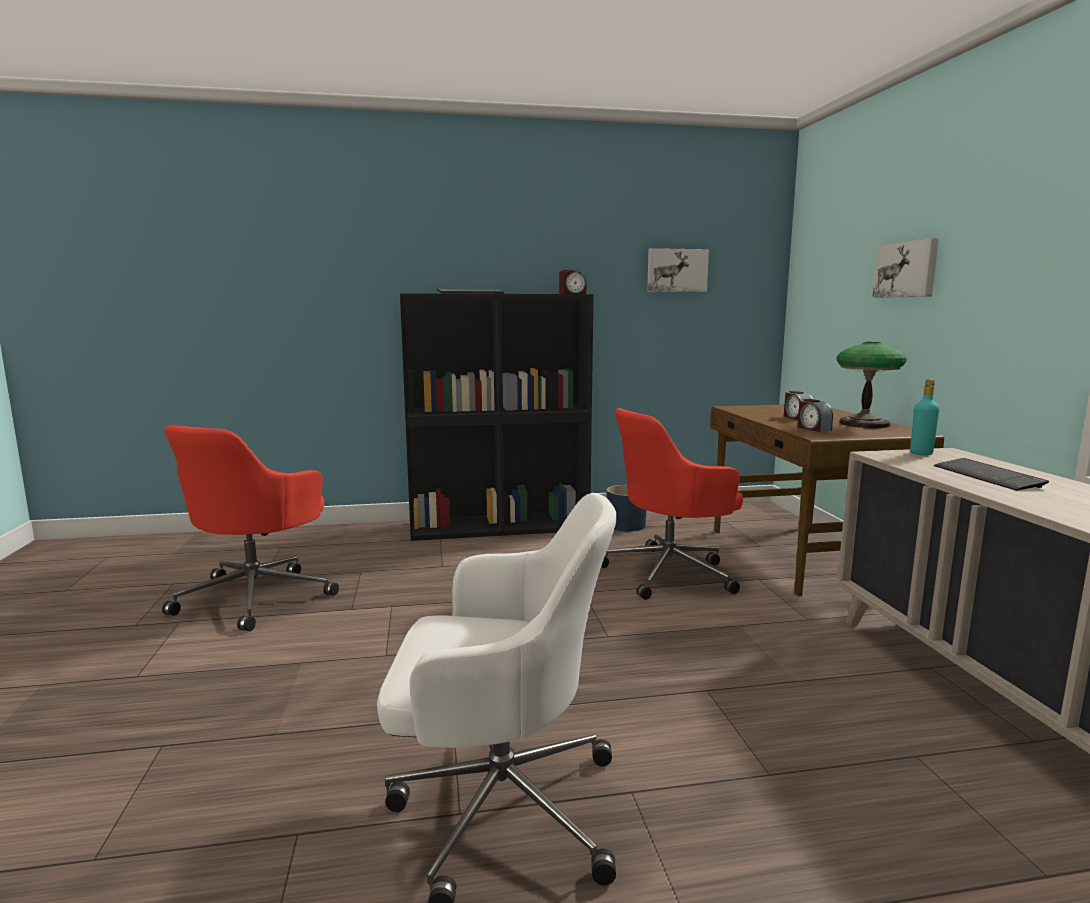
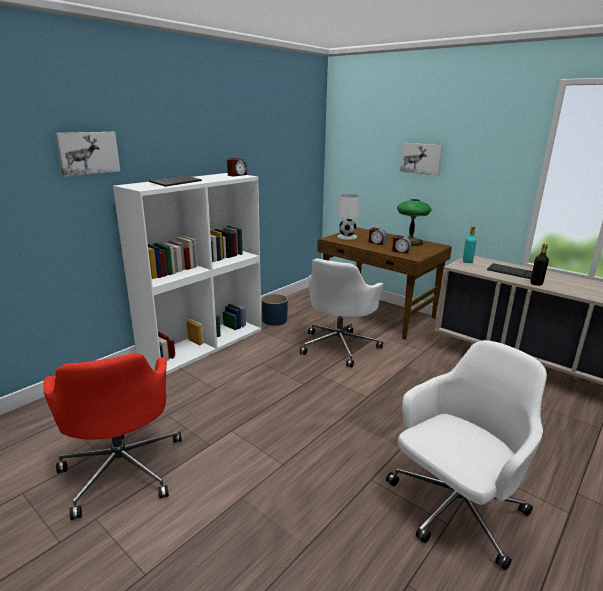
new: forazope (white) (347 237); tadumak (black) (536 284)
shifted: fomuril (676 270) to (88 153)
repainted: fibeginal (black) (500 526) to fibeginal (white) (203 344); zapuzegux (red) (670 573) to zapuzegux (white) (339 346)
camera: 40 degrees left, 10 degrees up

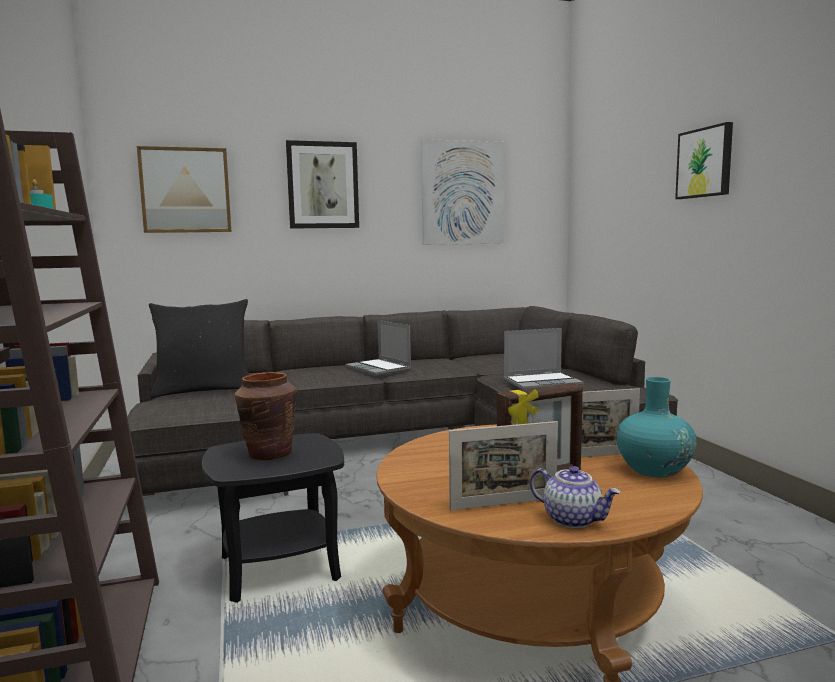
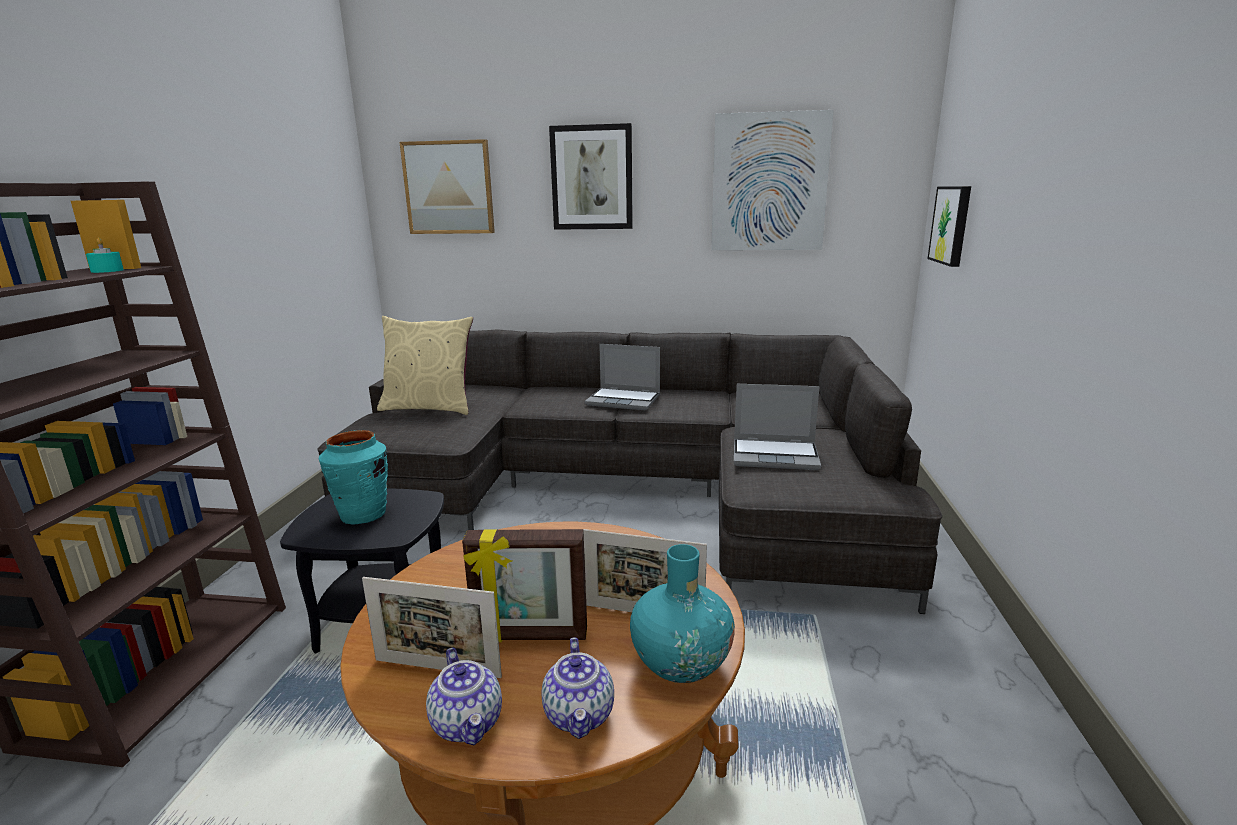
new: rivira (580 715)
shifted: fomuril (705 162) to (952 225)
repainted: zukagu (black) (204 390) to zukagu (beige) (429 408); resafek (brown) (269 454) to resafek (turquoise) (363 515)
rotated: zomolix (379 369) = (624 400) 60 degrees counterclockwise
camera: 25 degrees right, 10 degrees up

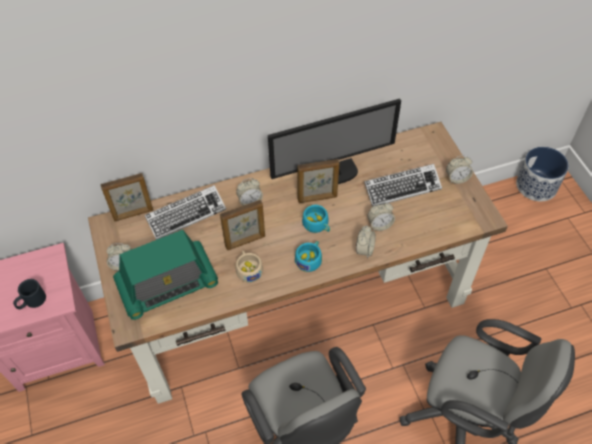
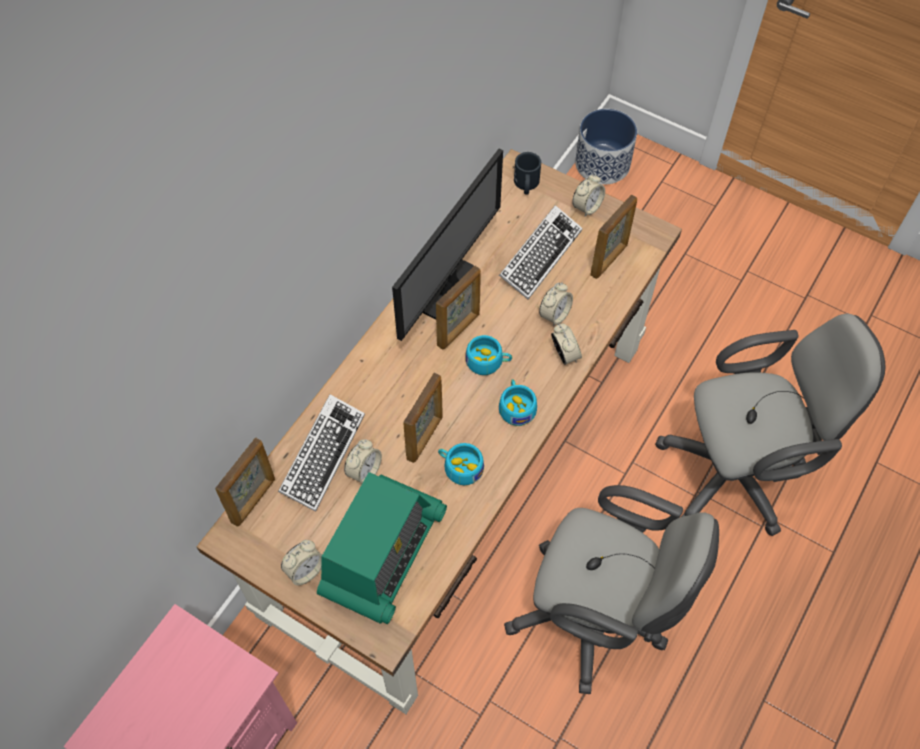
new: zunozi (609 260)
shifted: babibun (250 201) to (364 471); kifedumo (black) (31 302) to (526 185)
repainted: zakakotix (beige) (248 269) to zakakotix (turquoise) (459 467)
camera: 40 degrees left, 5 degrees up

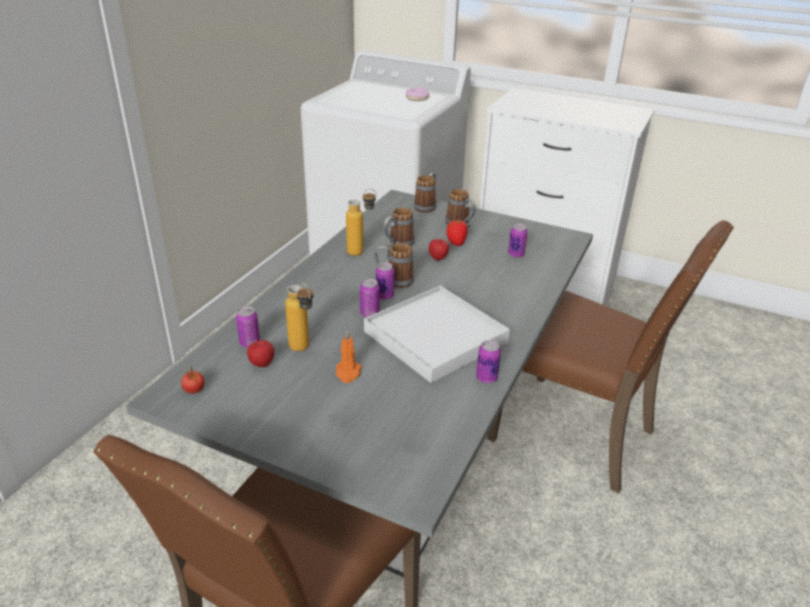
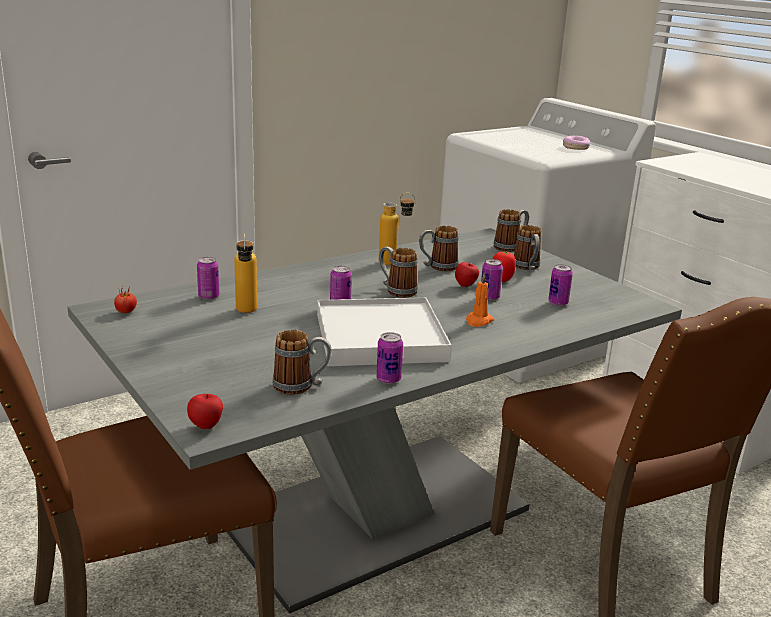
new: kifedumo (301 386)
shifted: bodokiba (384 296) to (489 297); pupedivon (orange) (348 373) to (478 321); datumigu (262 364) to (206 426)
camera: 30 degrees right, 10 degrees down

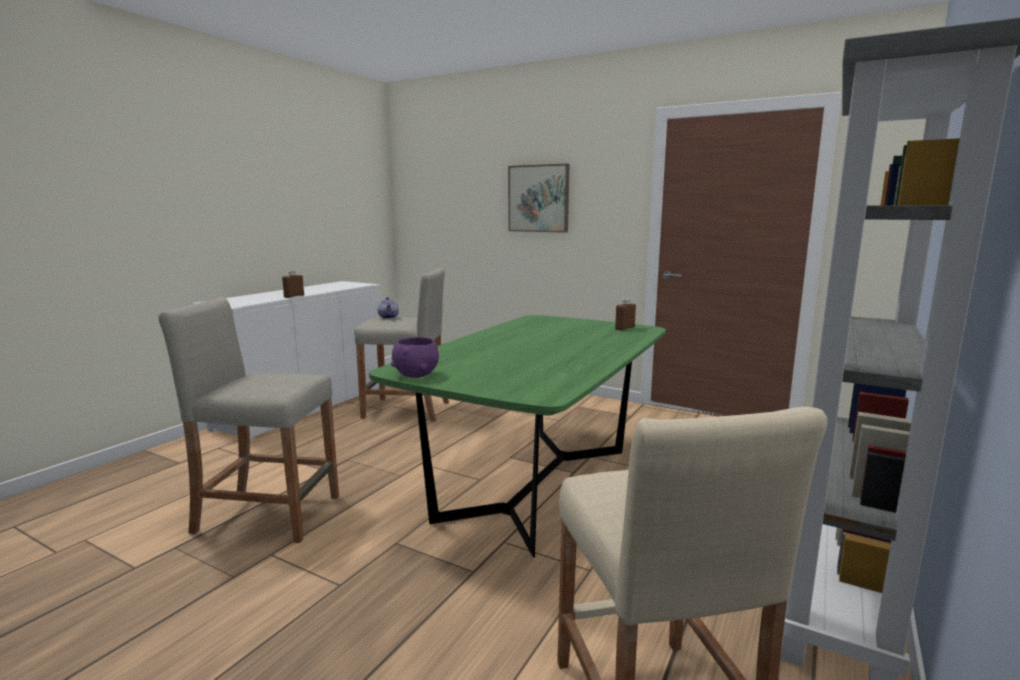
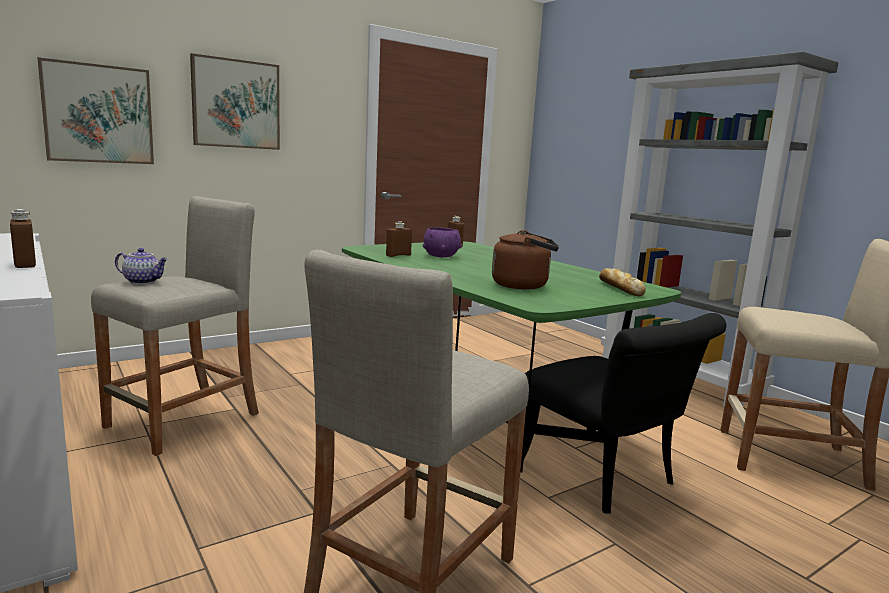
new: fomuril (98 114); tadumak (brown) (398 255); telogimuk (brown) (523 286); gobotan (619 288); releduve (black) (605 479)
shifted: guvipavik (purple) (415 375) to (441 256)
camera: 65 degrees left, 0 degrees up

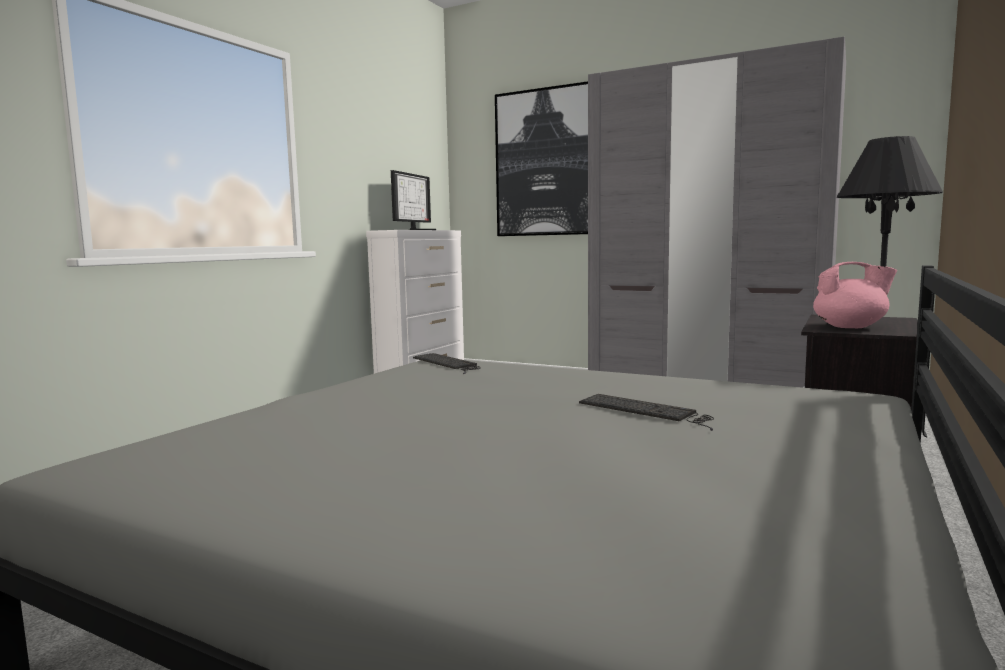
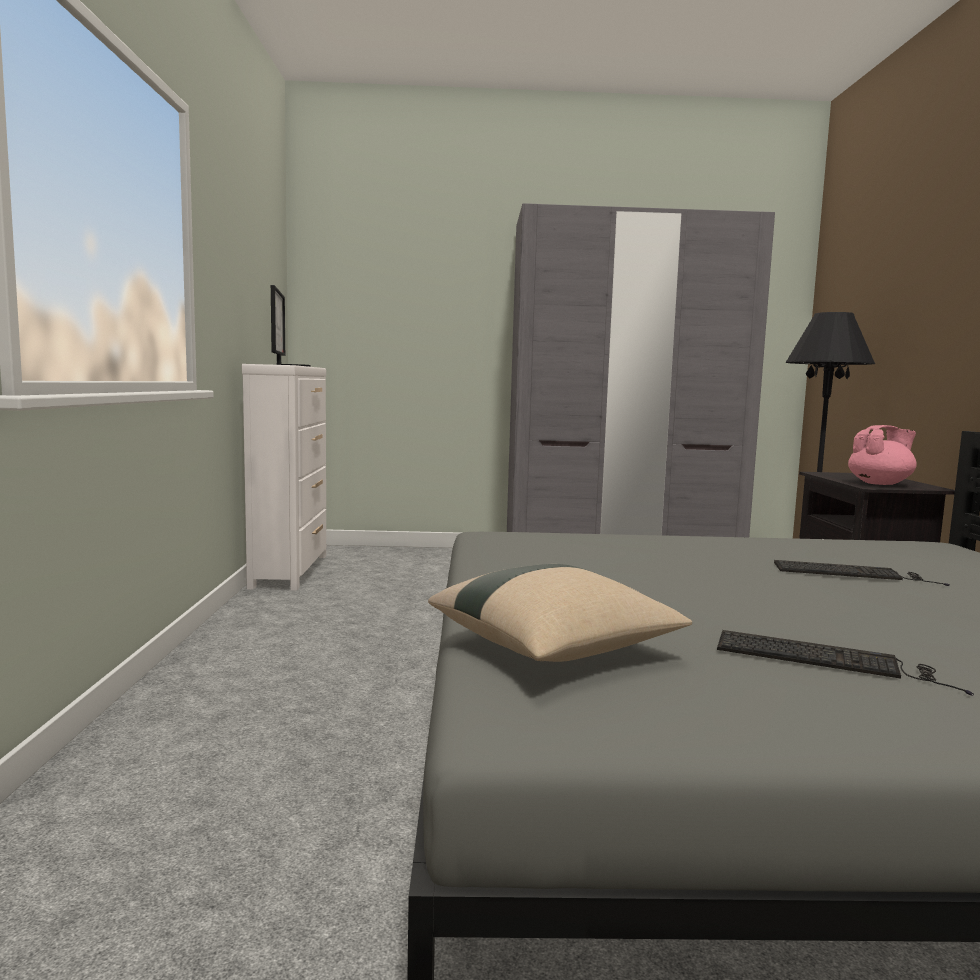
gone: fomuril (545 163)
new: zukagu (beige) (555 650)
shifted: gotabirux (448 363) to (828 660)
camera: 30 degrees left, 0 degrees up

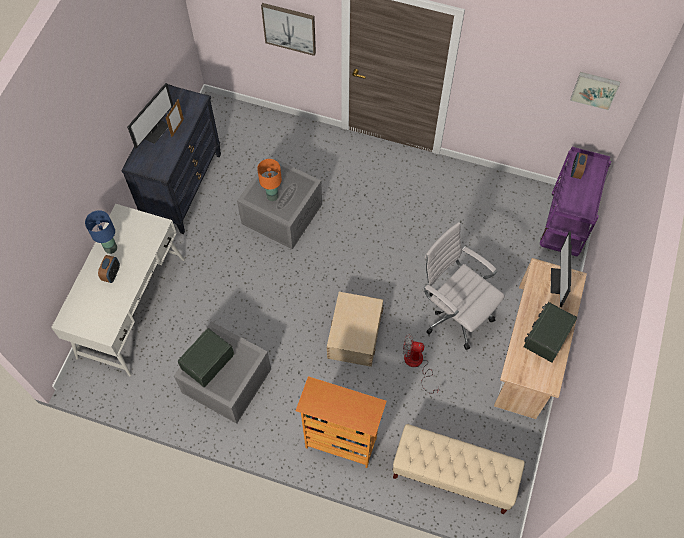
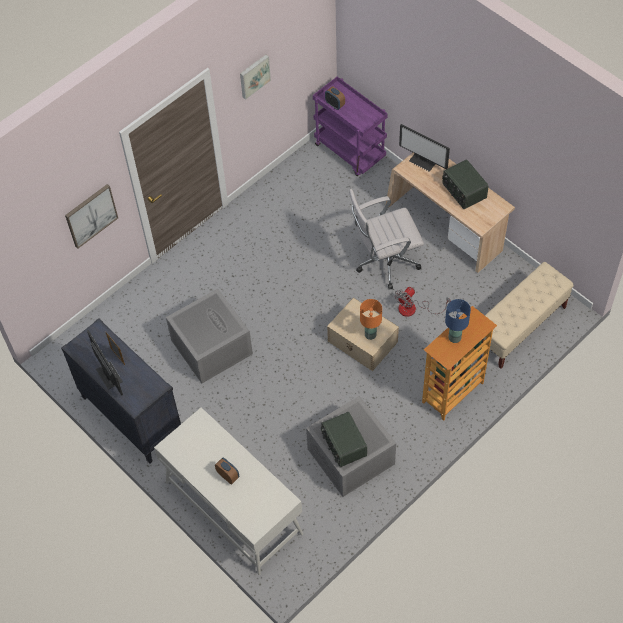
shifted: fomuril (595 89) to (254 76); forazope (orange) (272 196) to (370 335); forazope (blue) (110 248) to (454 338)
camera: 60 degrees left, 5 degrees down

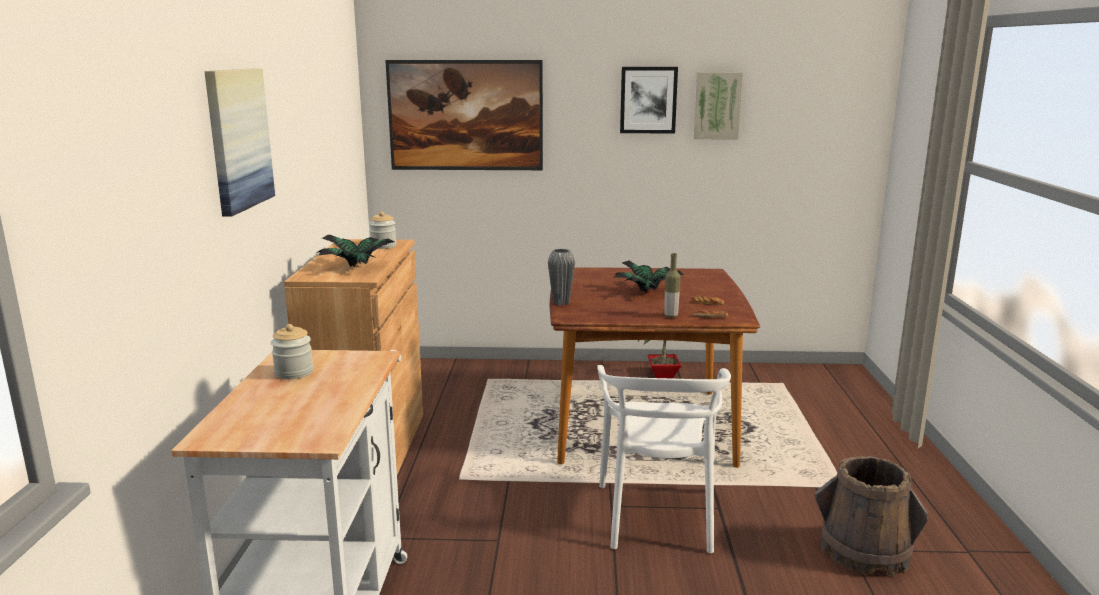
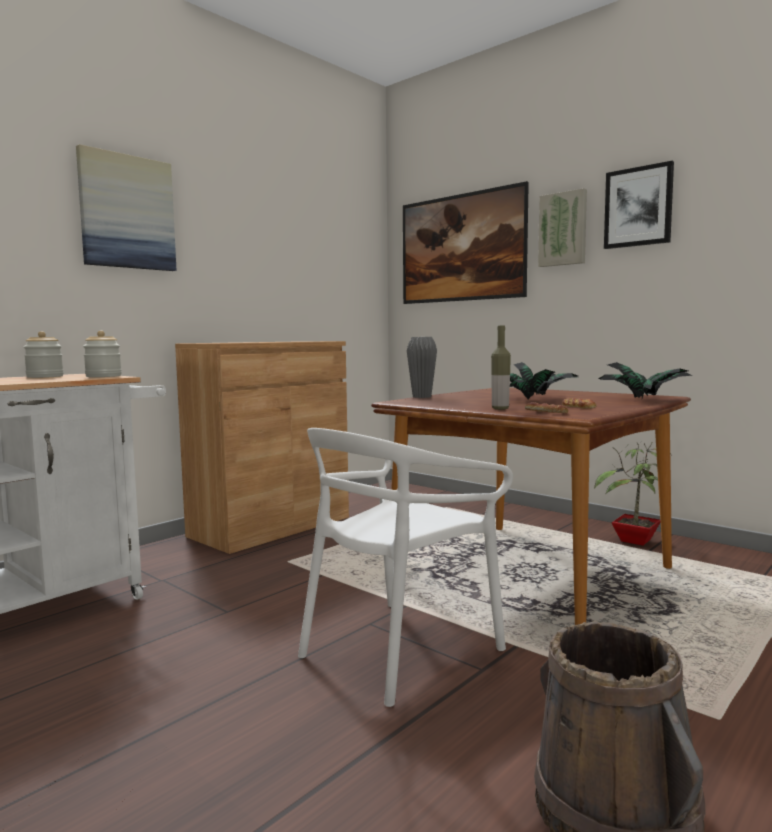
shifted: fomuril (717 105) to (563 229); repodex (383 246) to (103 376); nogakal (359 267) to (645 400)
camera: 40 degrees right, 10 degrees down

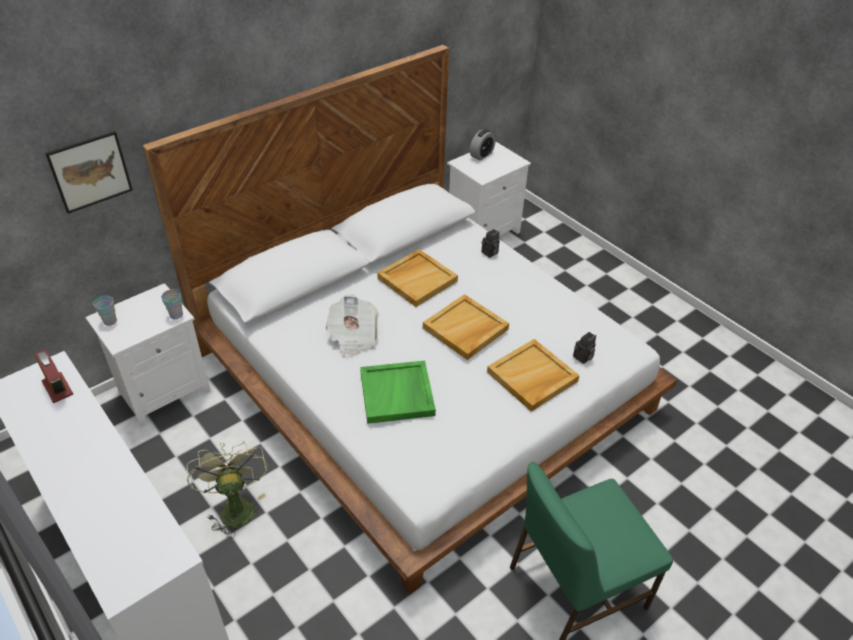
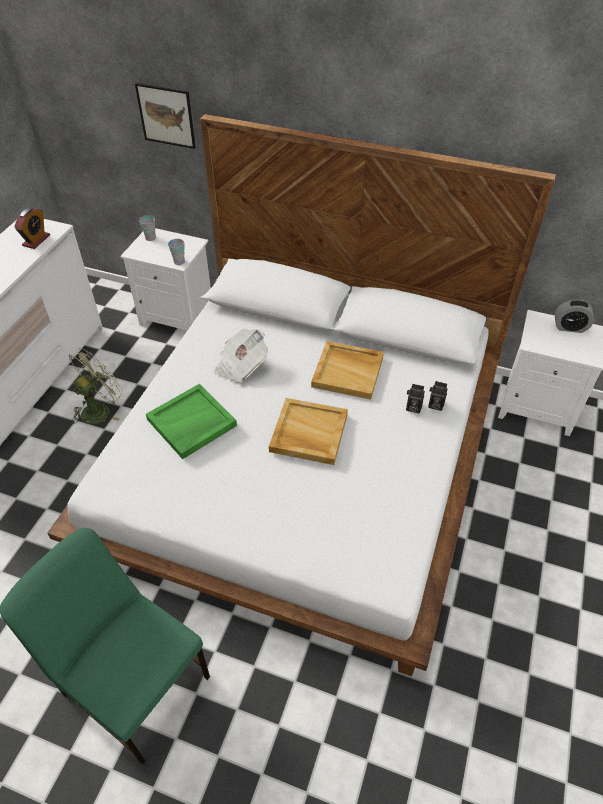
gone: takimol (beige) (532 377)
shifted: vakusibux (582 358) to (412 407)
camera: 60 degrees right, 5 degrees up

